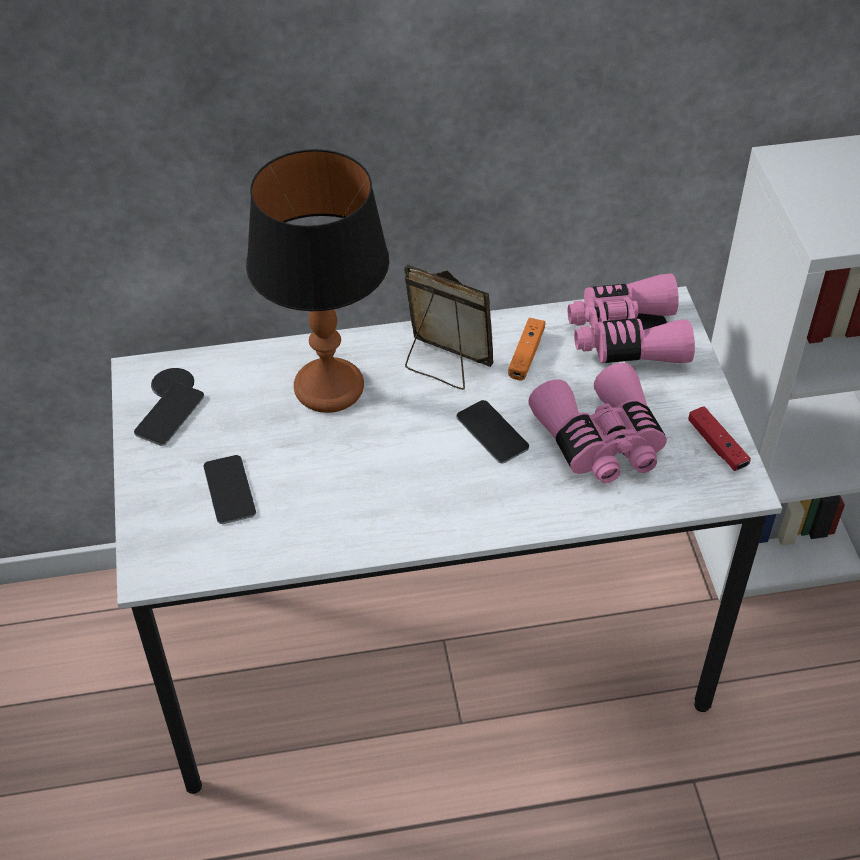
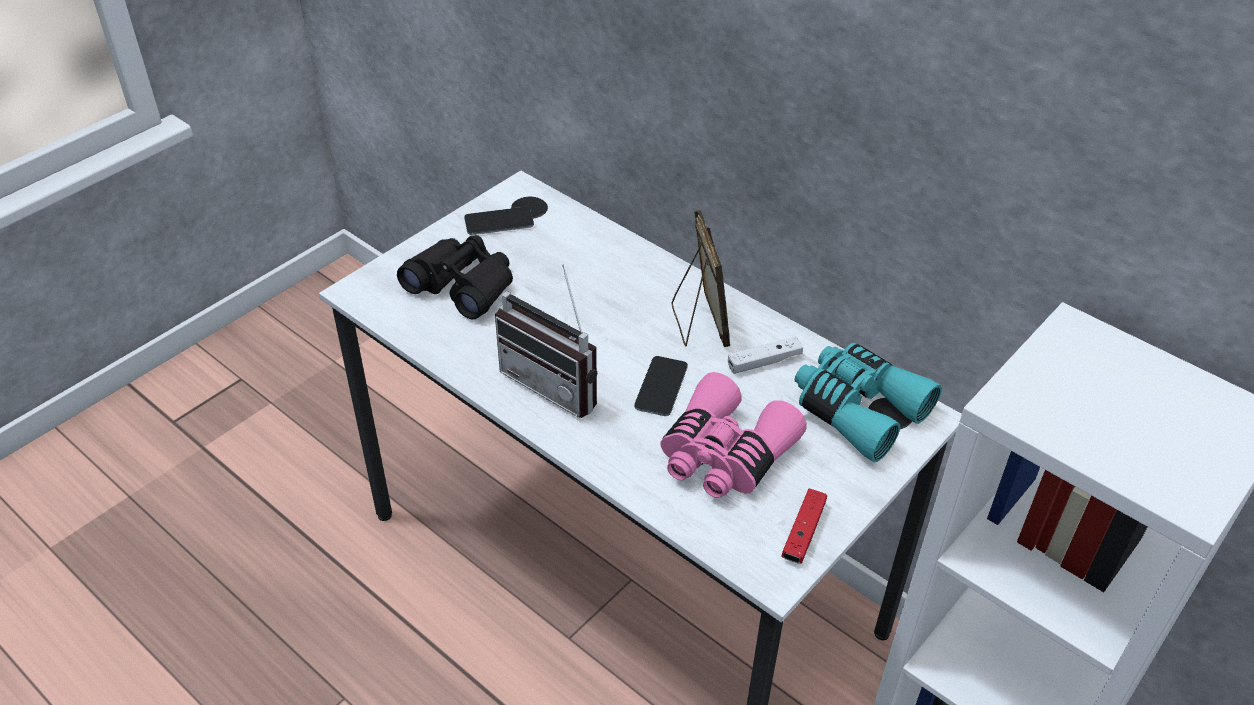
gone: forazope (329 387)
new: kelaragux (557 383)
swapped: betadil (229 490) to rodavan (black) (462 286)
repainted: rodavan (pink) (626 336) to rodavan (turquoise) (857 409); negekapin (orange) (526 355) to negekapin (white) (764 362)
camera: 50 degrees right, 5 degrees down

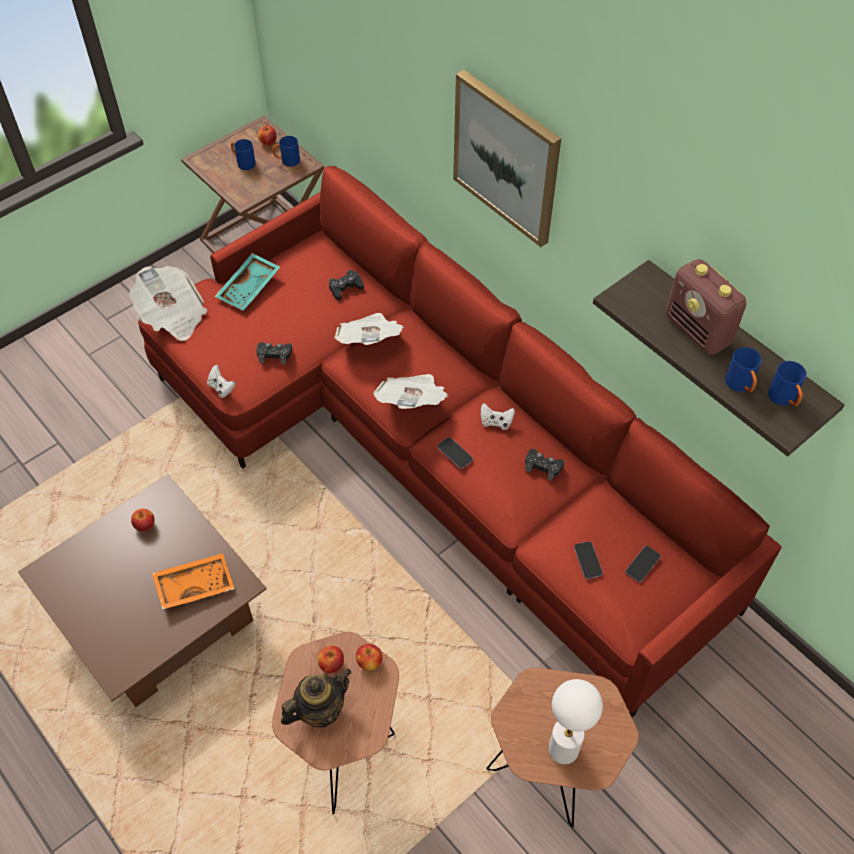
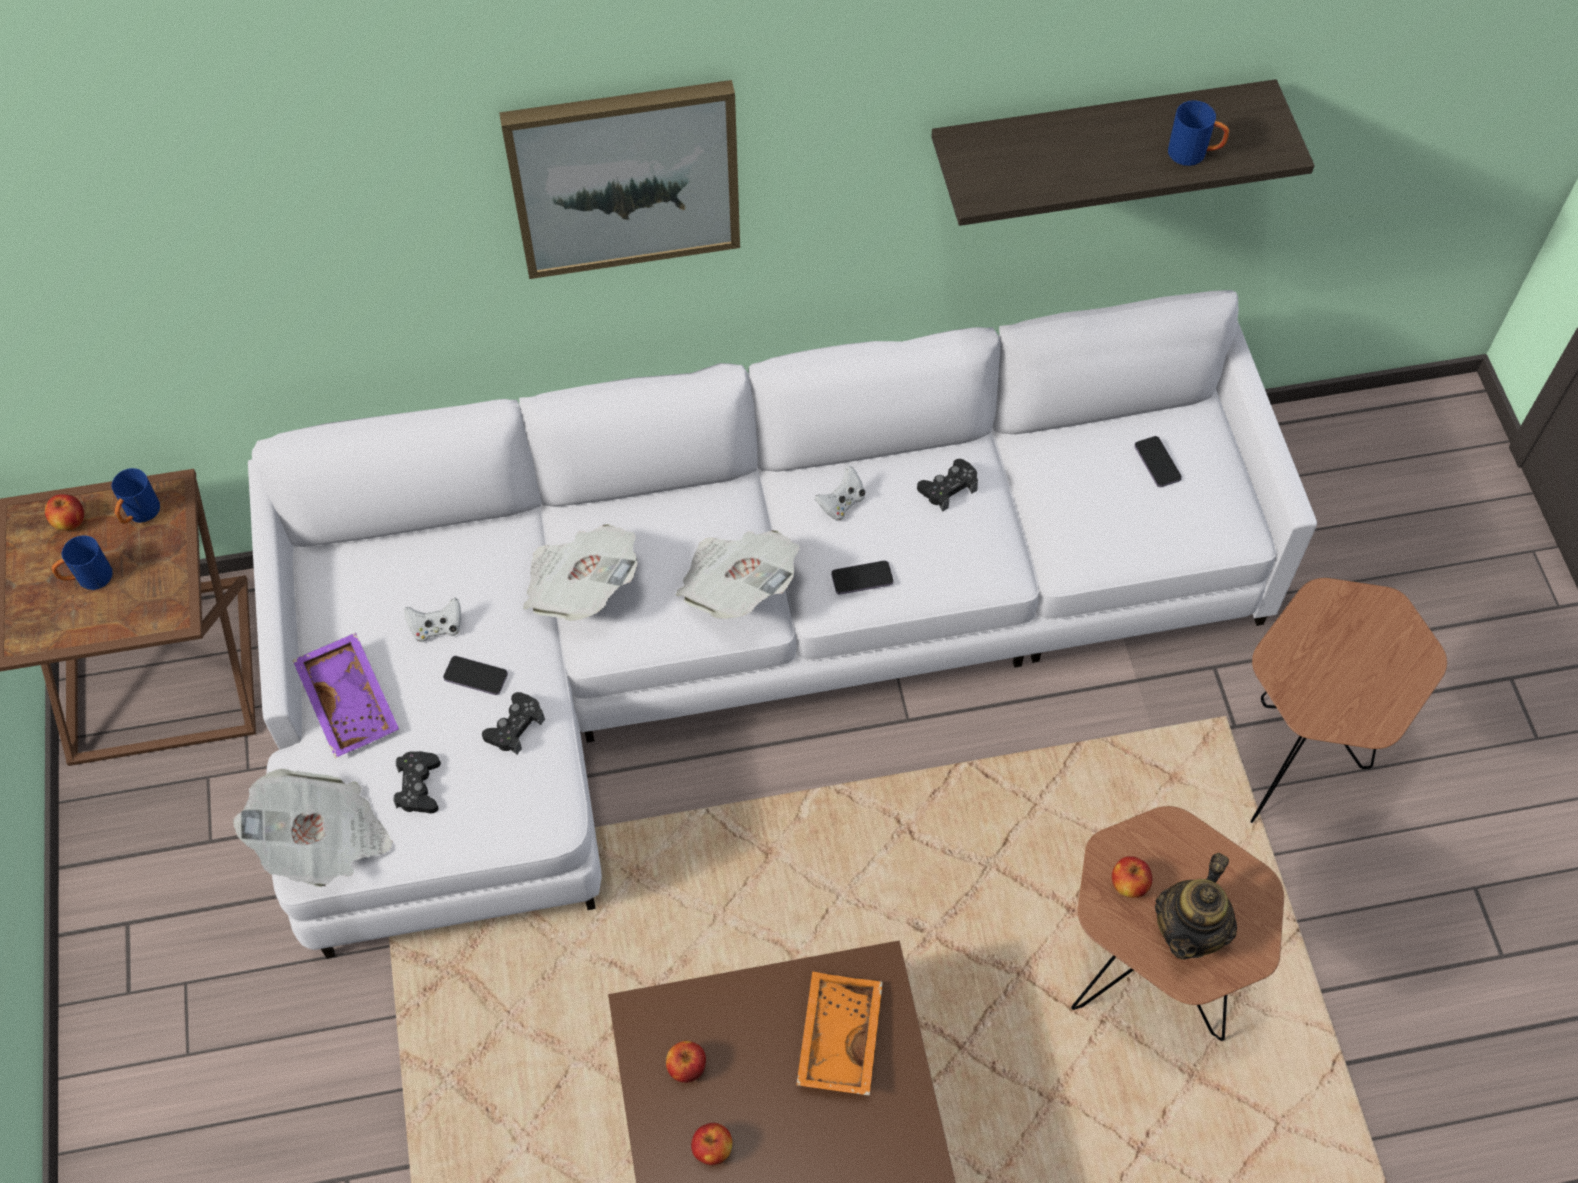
gone: kelaragux (698 331); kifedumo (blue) (784 400); forazope (white) (563 750)
shifted: negekapin (black) (345 288) to (418 786); negekapin (white) (221 388) to (437 628); betadil (587 561) to (476 676); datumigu (369 662) to (712 1148)
repainted: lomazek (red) (430 451) to lomazek (white) (732 641); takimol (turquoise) (250 288) to takimol (purple) (351 701)
rotated: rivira (319 710) = (1189 931) 150 degrees counterclockwise
camera: 60 degrees left, 5 degrees up

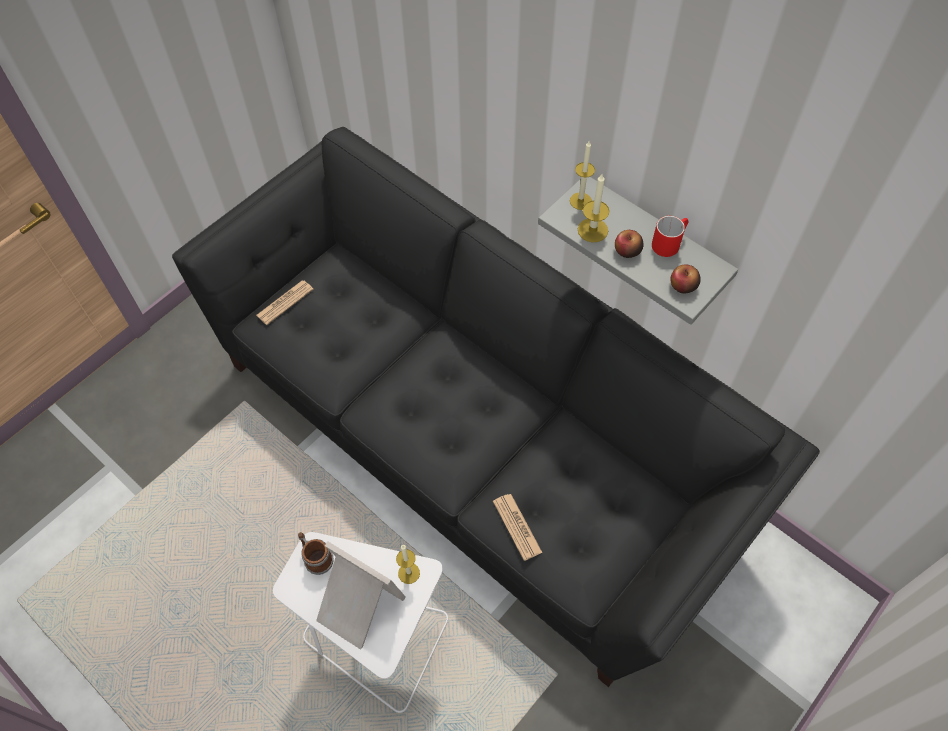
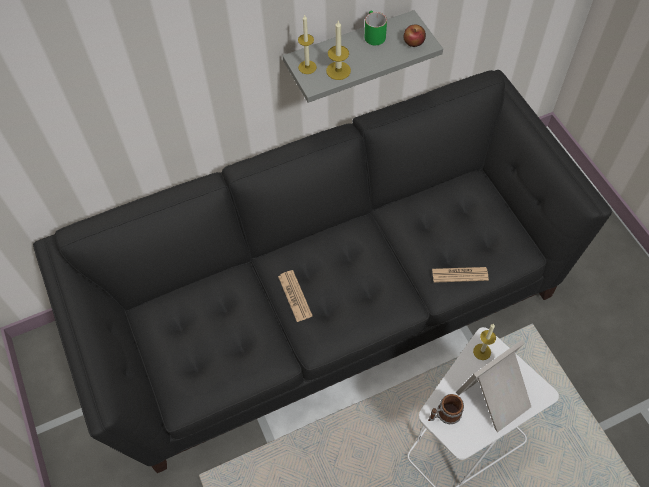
gone: datumigu (627 251)
shifted: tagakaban (285 302) to (295 296)
repainted: kifedumo (red) (668 242) to kifedumo (green) (373 35)
camera: 65 degrees left, 0 degrees up

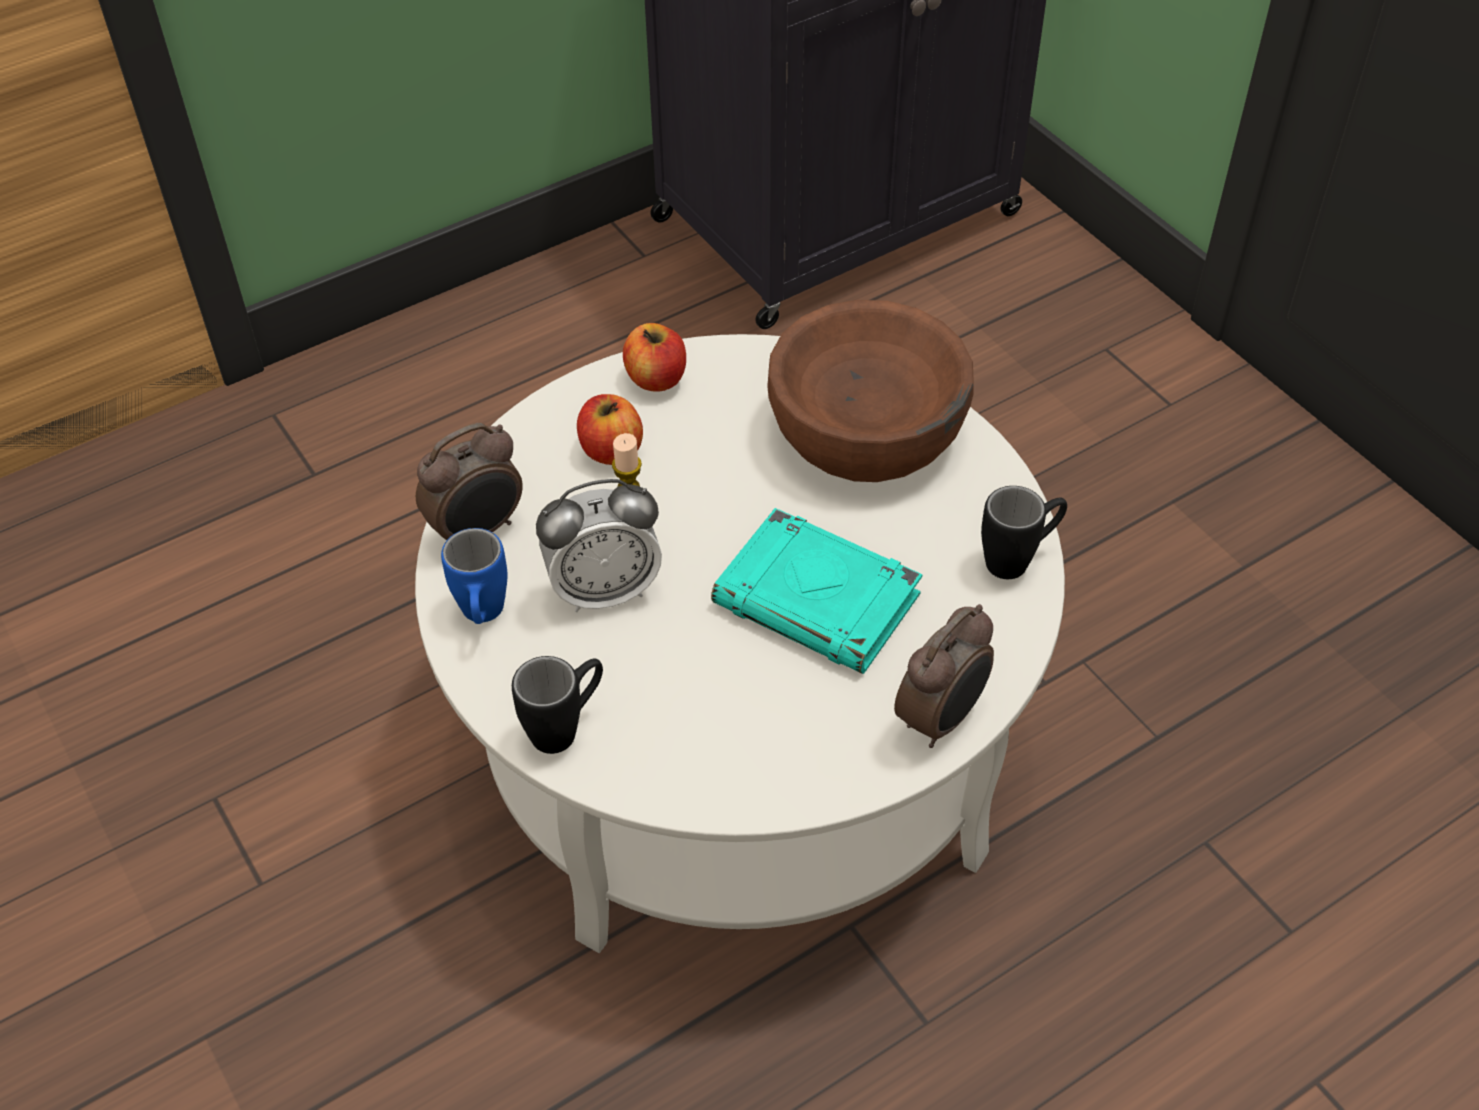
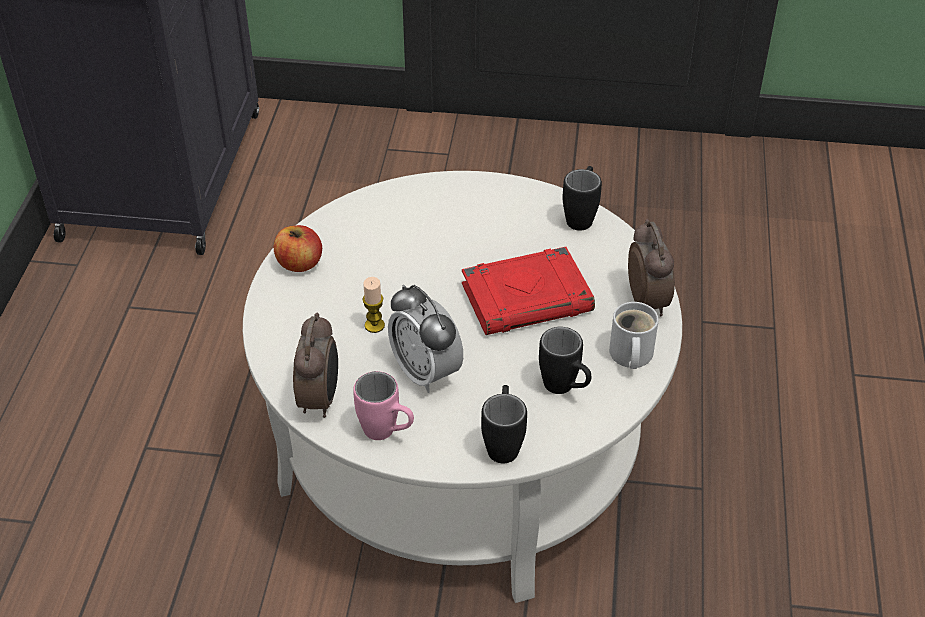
gone: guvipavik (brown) (867 429); datumigu (611 450)
new: kifedumo (white) (629 355); kifedumo (black) (565 389)
repainted: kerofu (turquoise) (819 600) to kerofu (red) (528 298); kifedumo (blue) (483 618) to kifedumo (pink) (387 433)
rotated: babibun (604 590) = (426 372) 120 degrees clockwise
camera: 50 degrees left, 5 degrees down

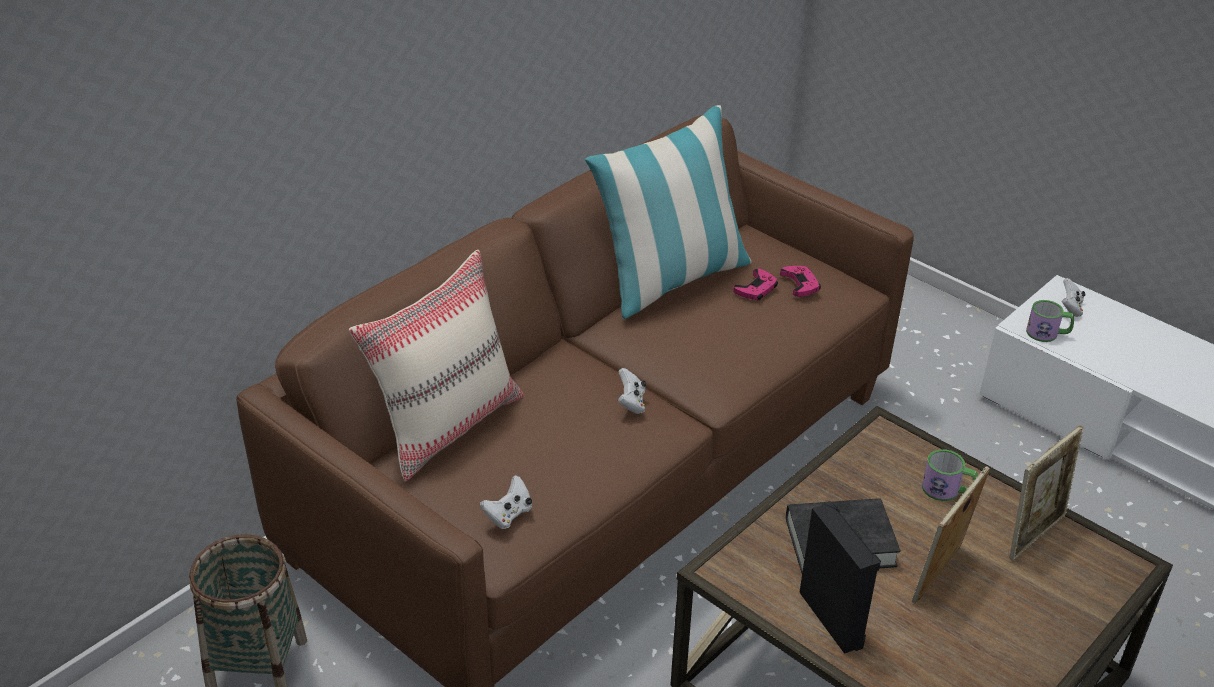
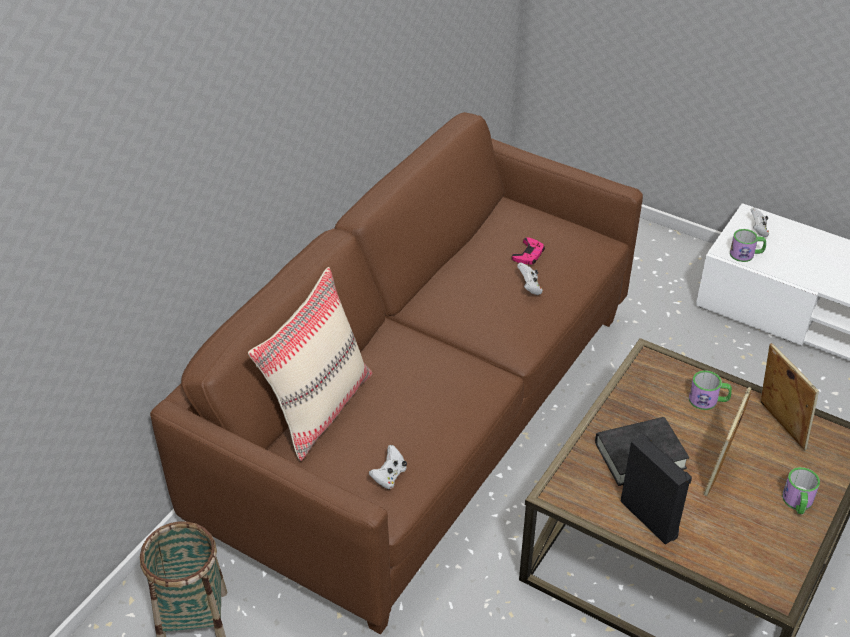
gone: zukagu (671 280); negekapin (pink) (800 284)
new: kifedumo (797 503)
shifted: negekapin (white) (631 403) to (529 287)
rotated: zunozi (1034 534) = (779 426) 60 degrees counterclockwise
camera: 10 degrees left, 5 degrees up

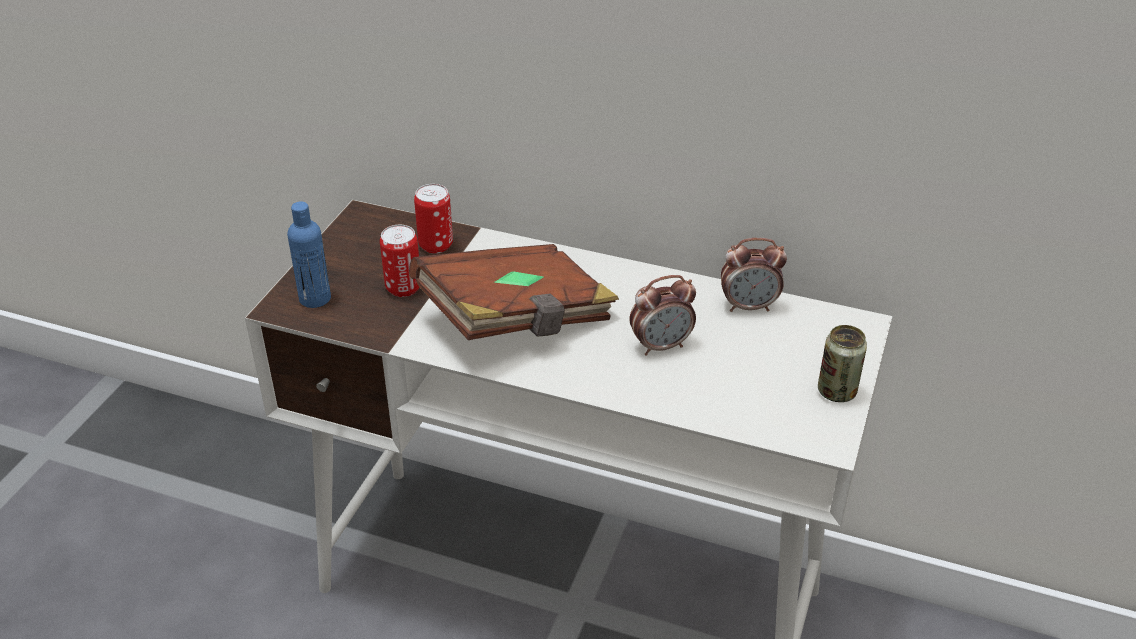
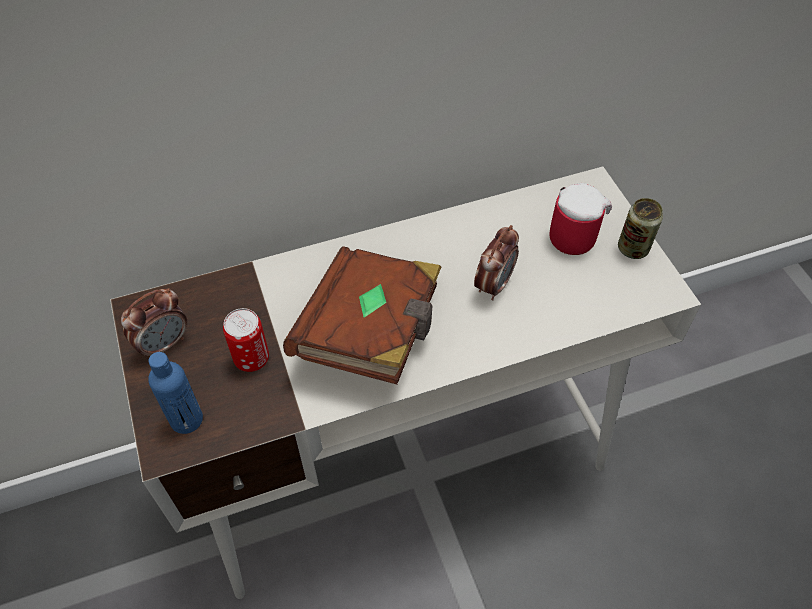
gone: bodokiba (436 245)
new: kifedumo (571 233)
shifted: babibun (749 306) to (164 344)
camera: 40 degrees left, 15 degrees up

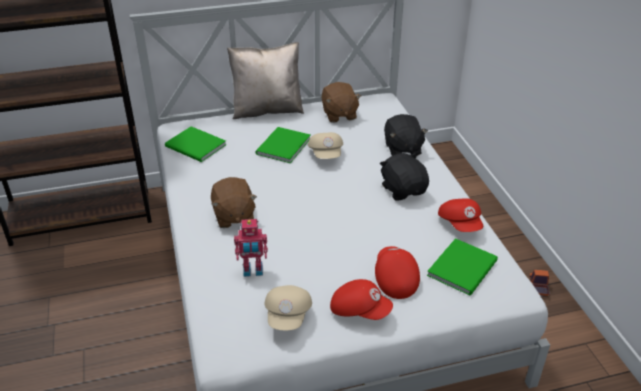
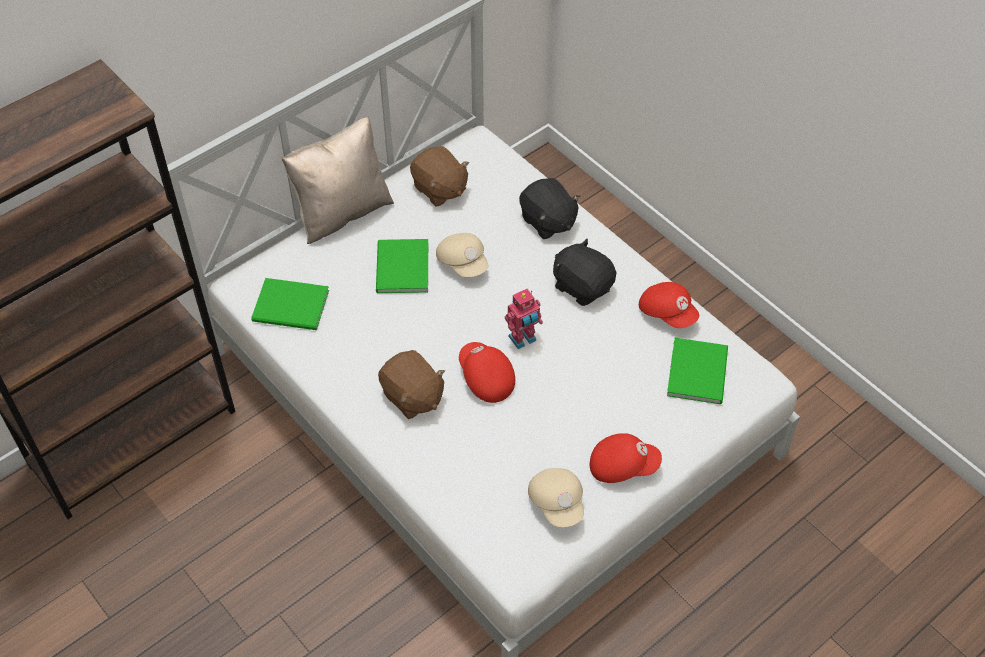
gone: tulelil (538 288)
shifted: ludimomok (253 271) to (523 339); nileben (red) (394 279) to (485 378)
camera: 25 degrees left, 15 degrees up

